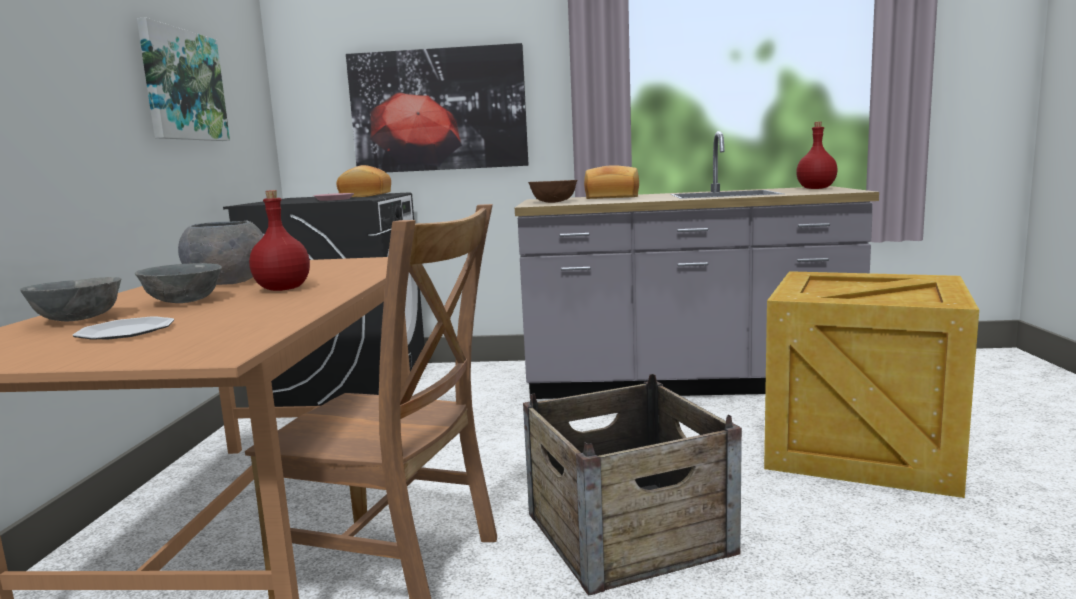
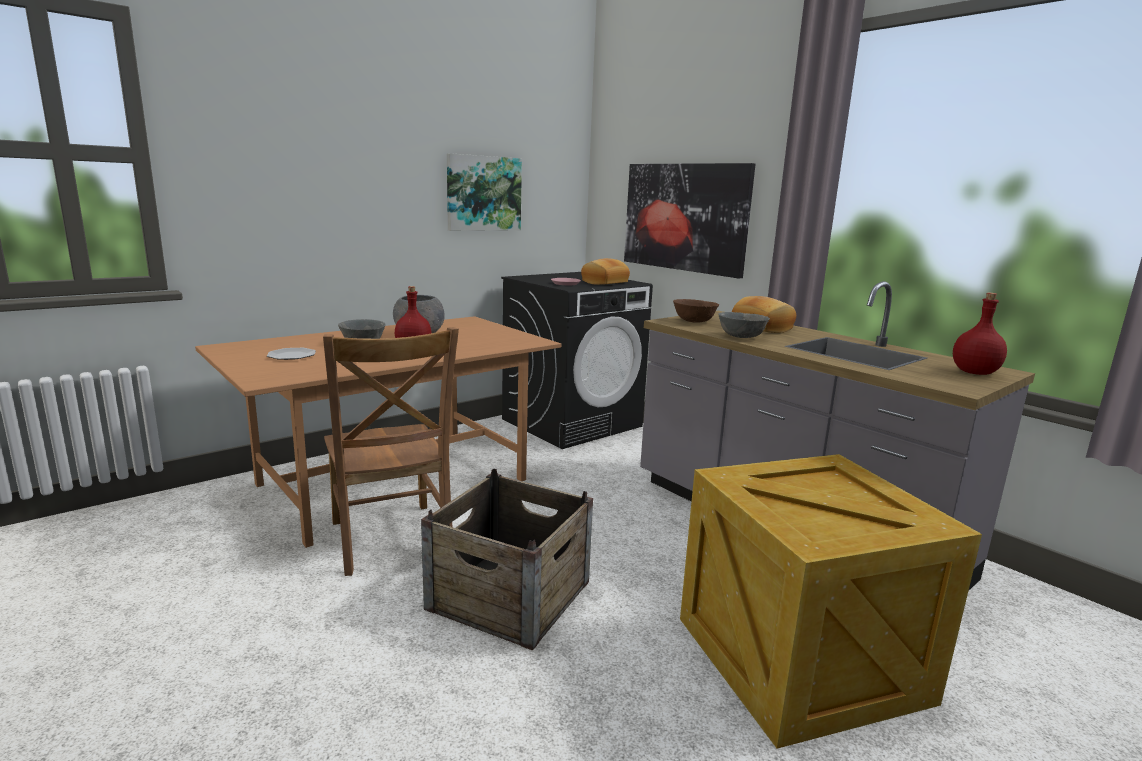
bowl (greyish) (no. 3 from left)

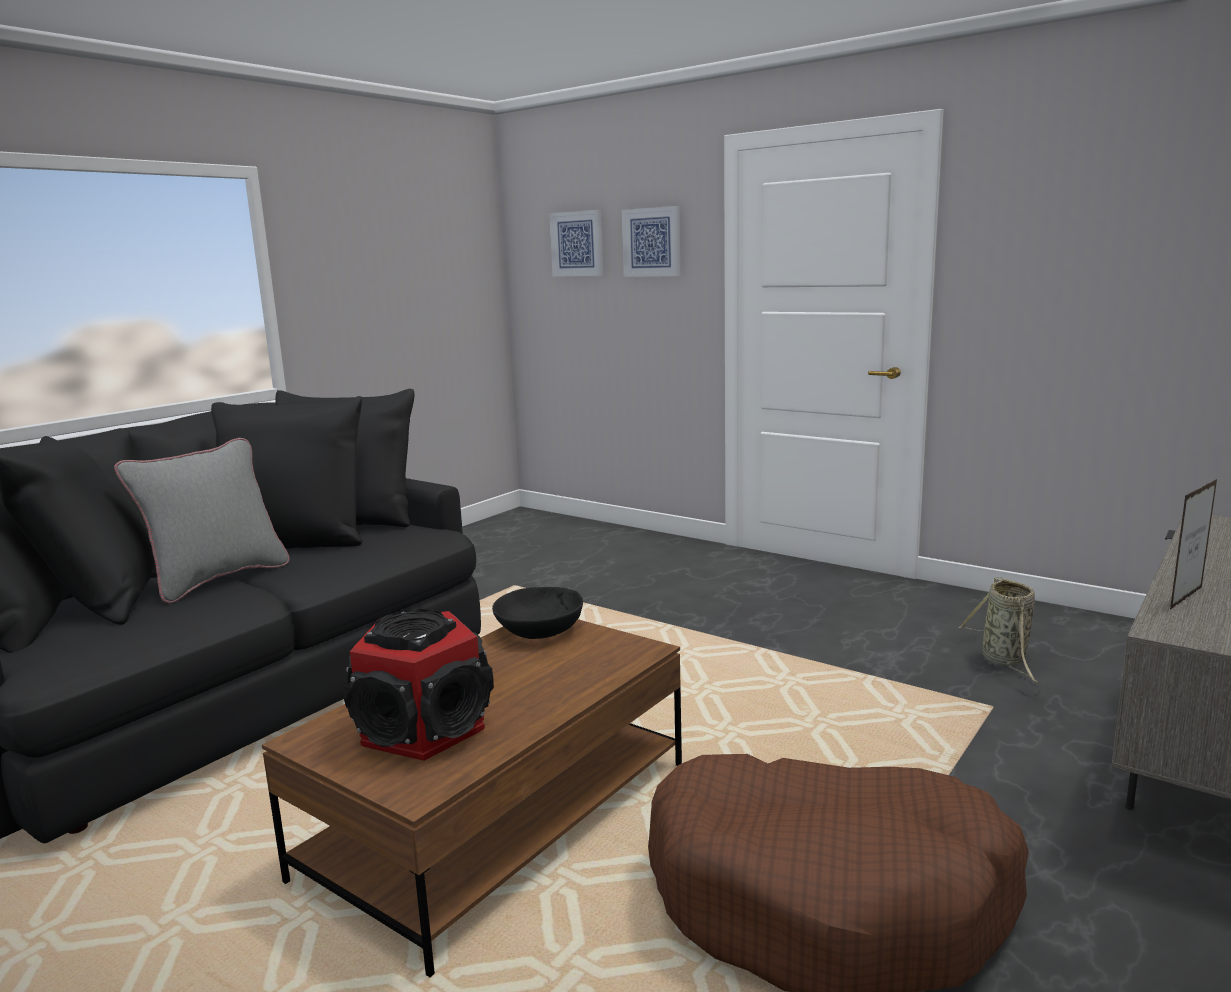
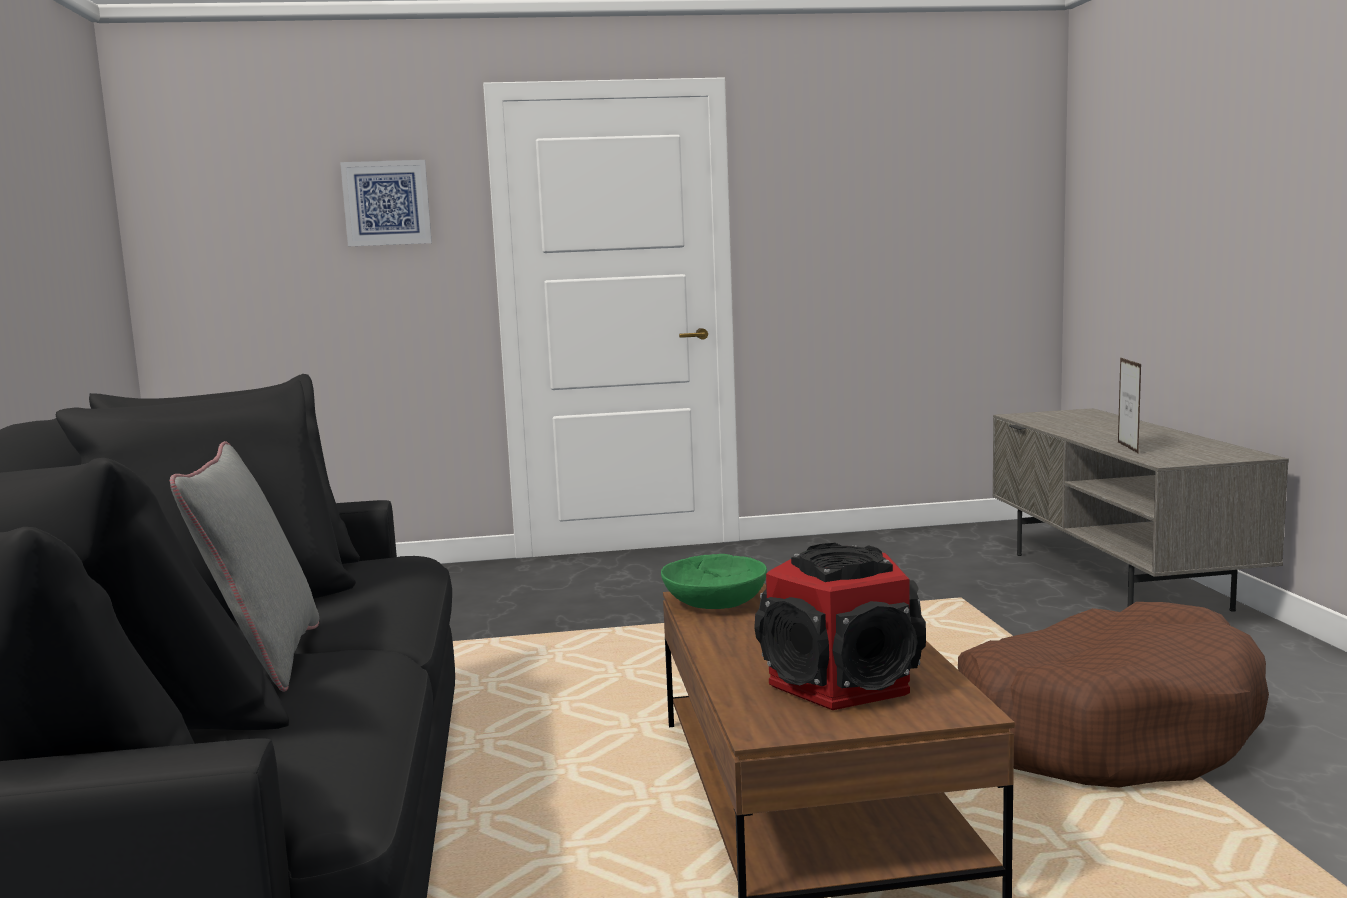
wall art (no. 1 from left in the first image); household basket; bowl (green-coloured)

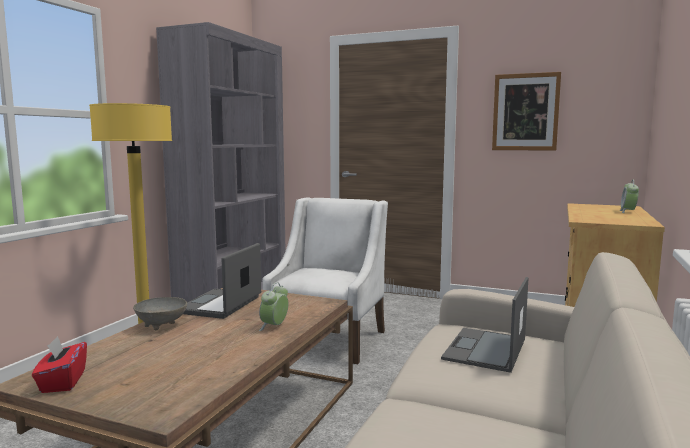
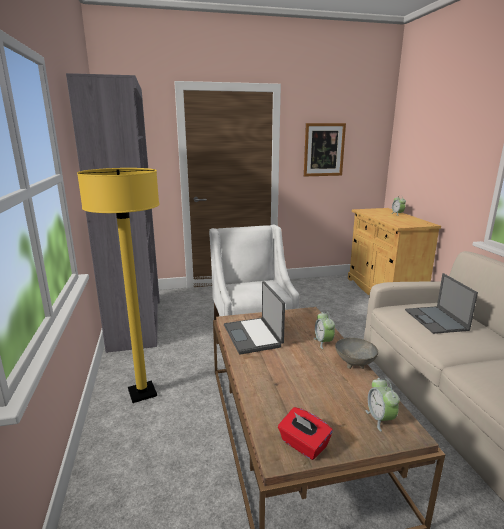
bedside clock (no. 2 from left); bowl (greyish)

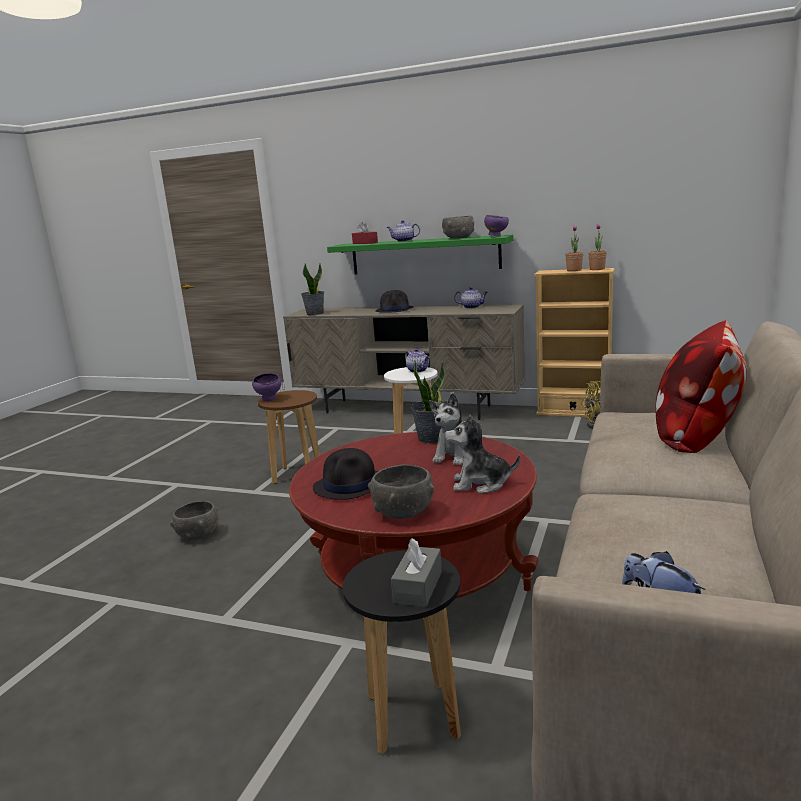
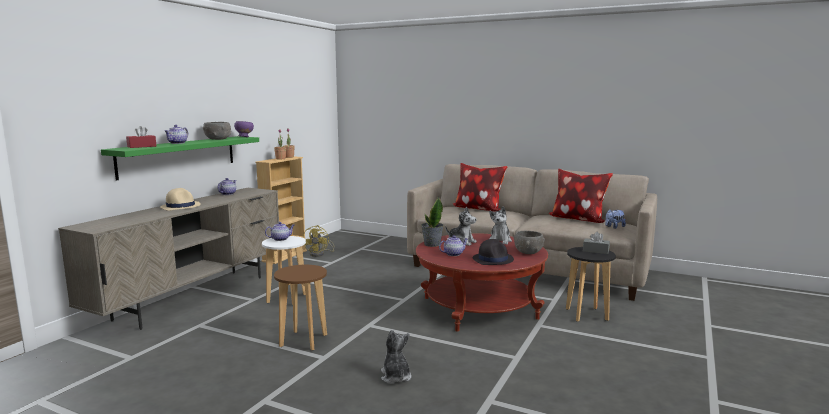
bowl (purplish) (no. 1 from left in the first image); potted plant (no. 1 from left in the first image); pot for tea (no. 4 from left); pillow (no. 2 from left); soft toy (no. 1 from left); clothing hat (sand-coloured)

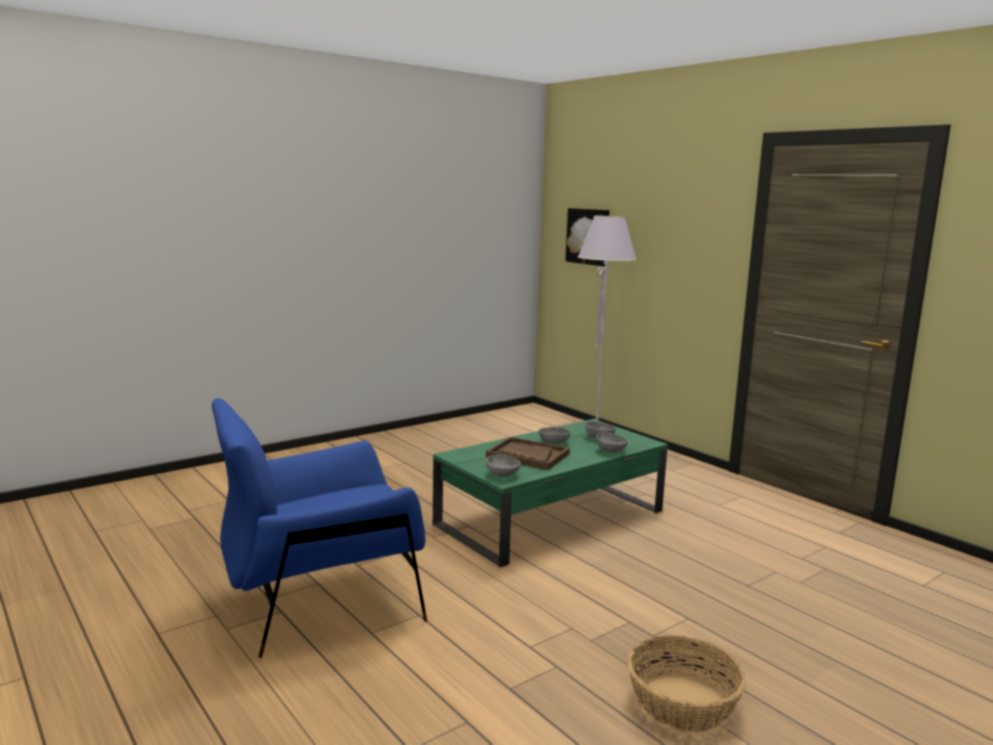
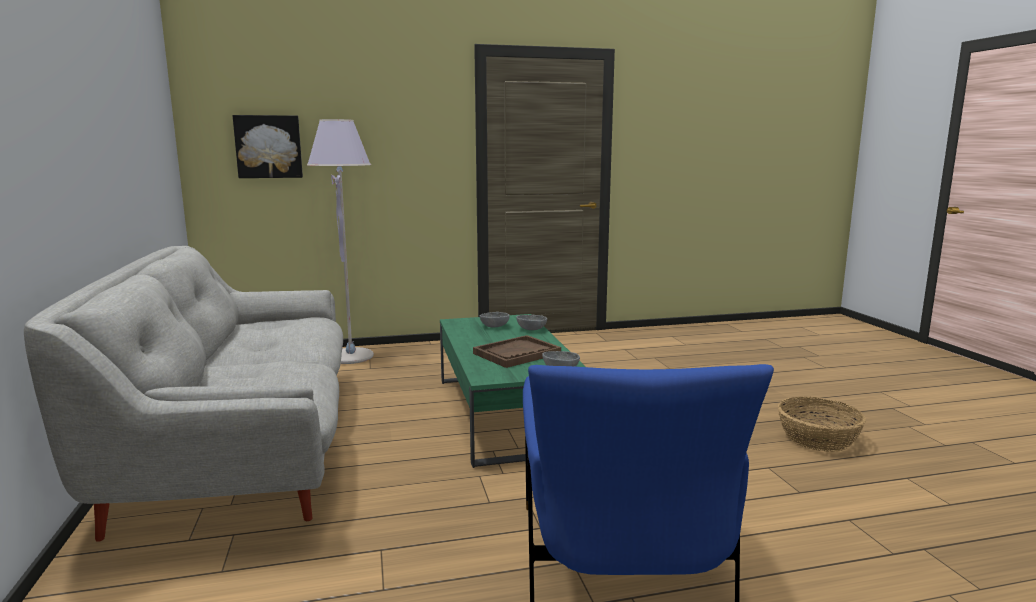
bowl (greyish) (no. 2 from left in the first image); couch (greyish)

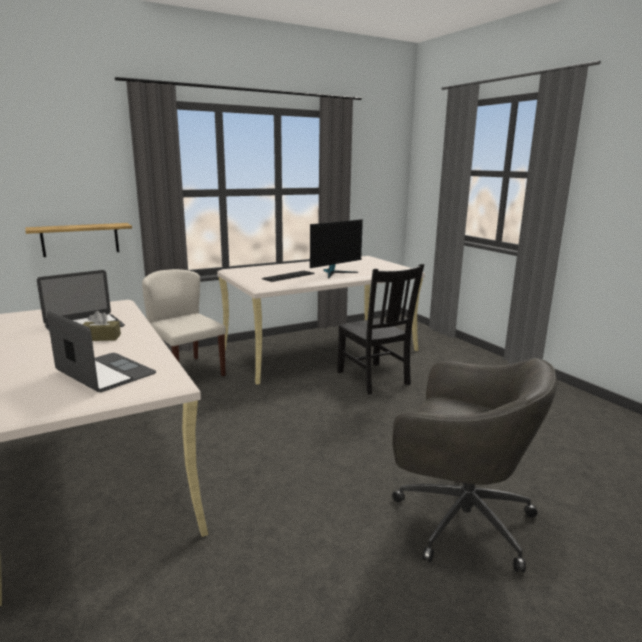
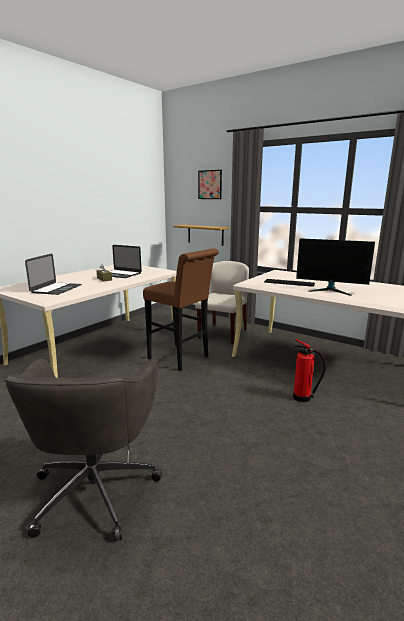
sitting stool (brown-coloured); wall art; extinguisher

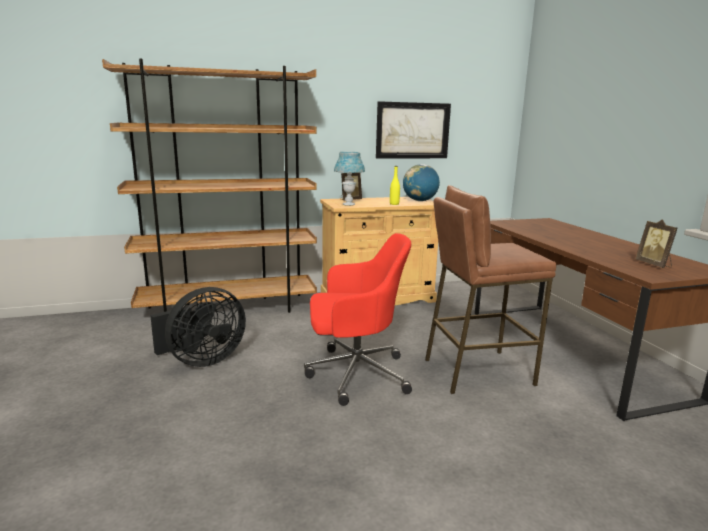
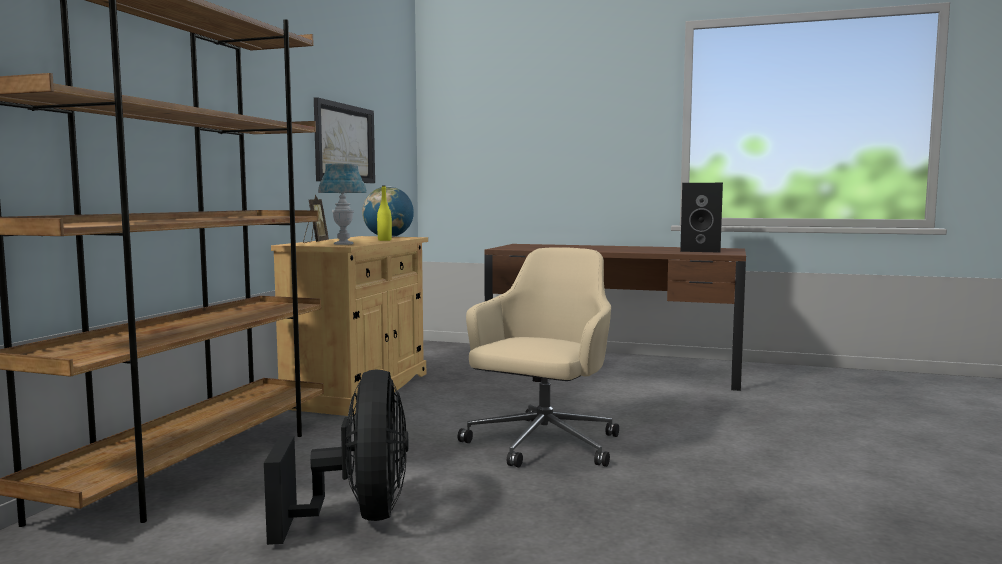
sitting stool (brown-coloured); audio speaker (black-coloured); computer chair (sand-coloured)

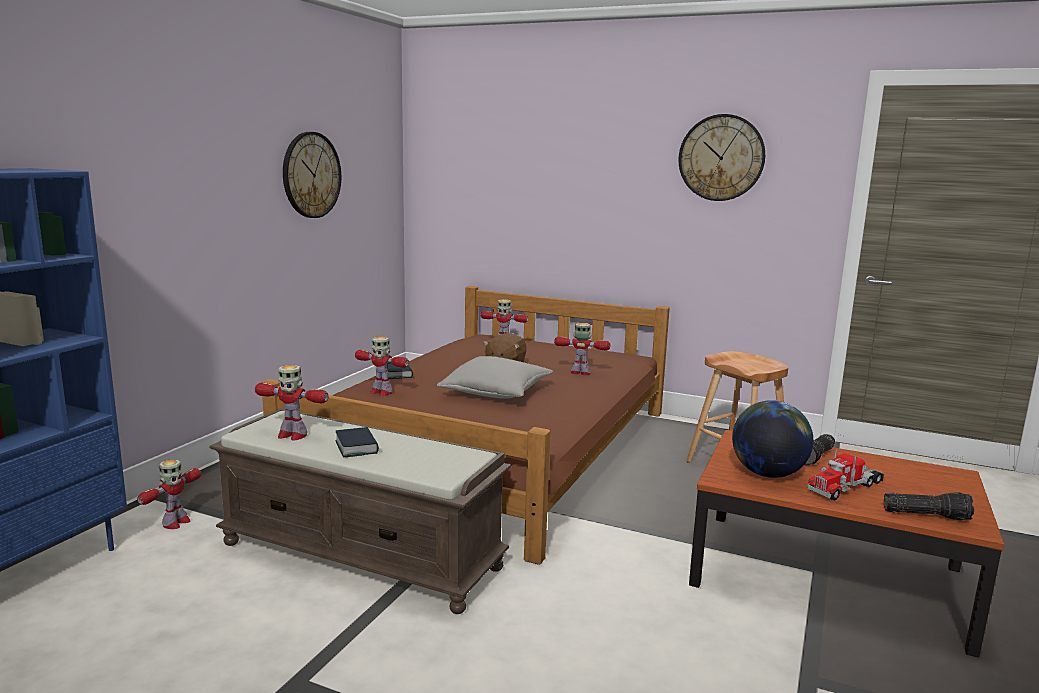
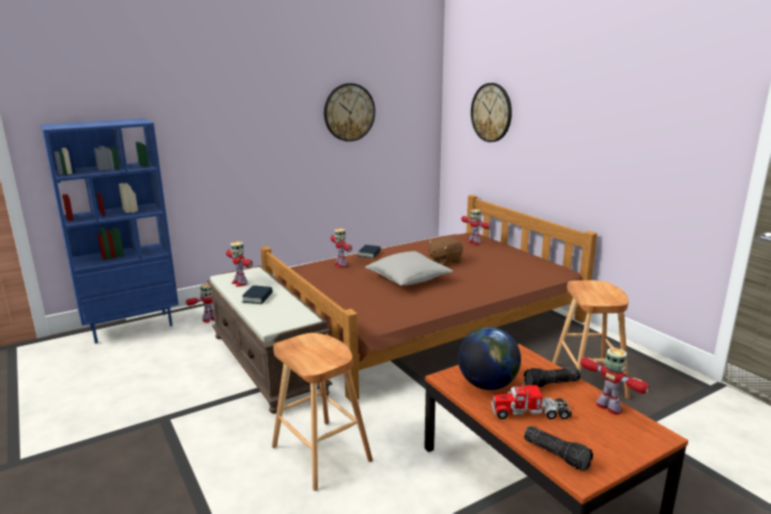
sitting stool (brown-coloured) (no. 1 from left); robot figure (no. 5 from left); hanging clock (no. 2 from left)

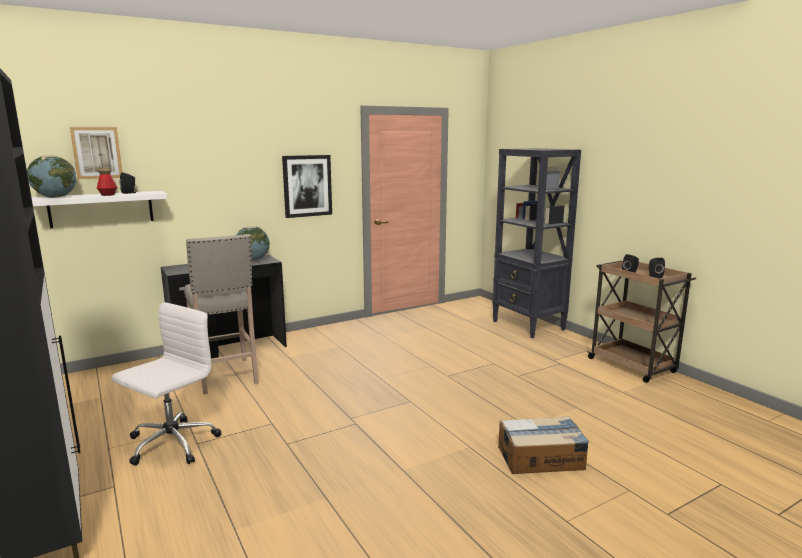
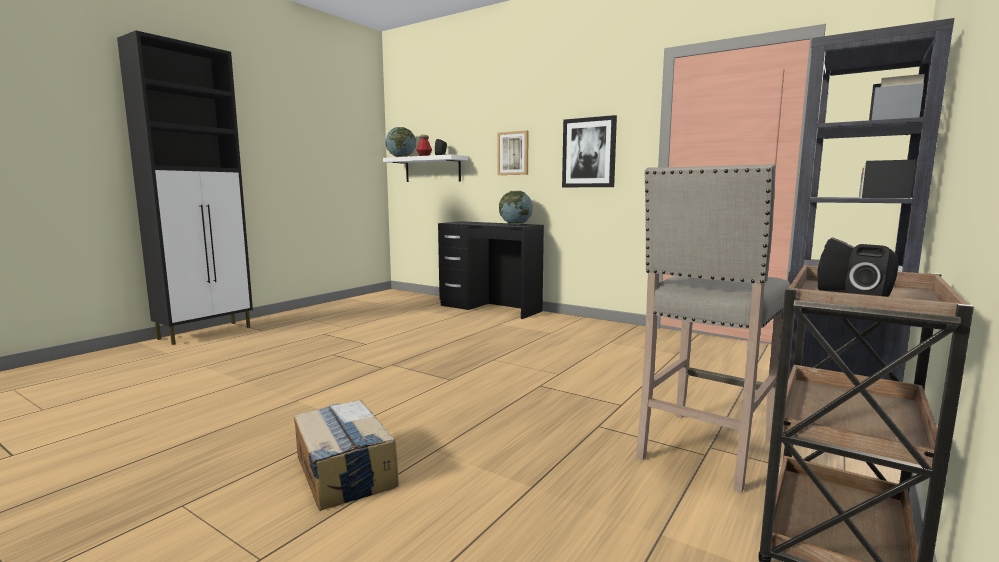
computer chair (whitish); wall art (no. 1 from left); sitting stool (sand-coloured)

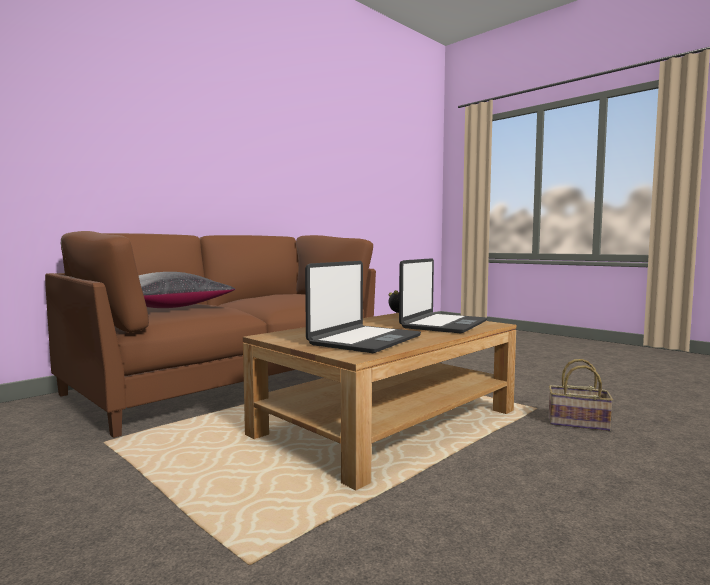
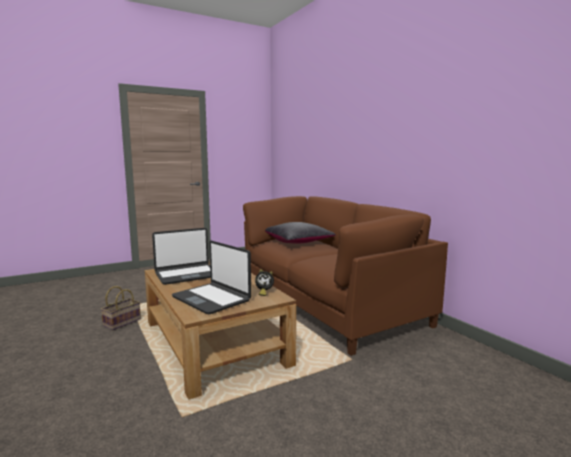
household basket; portable computer (no. 1 from left)

